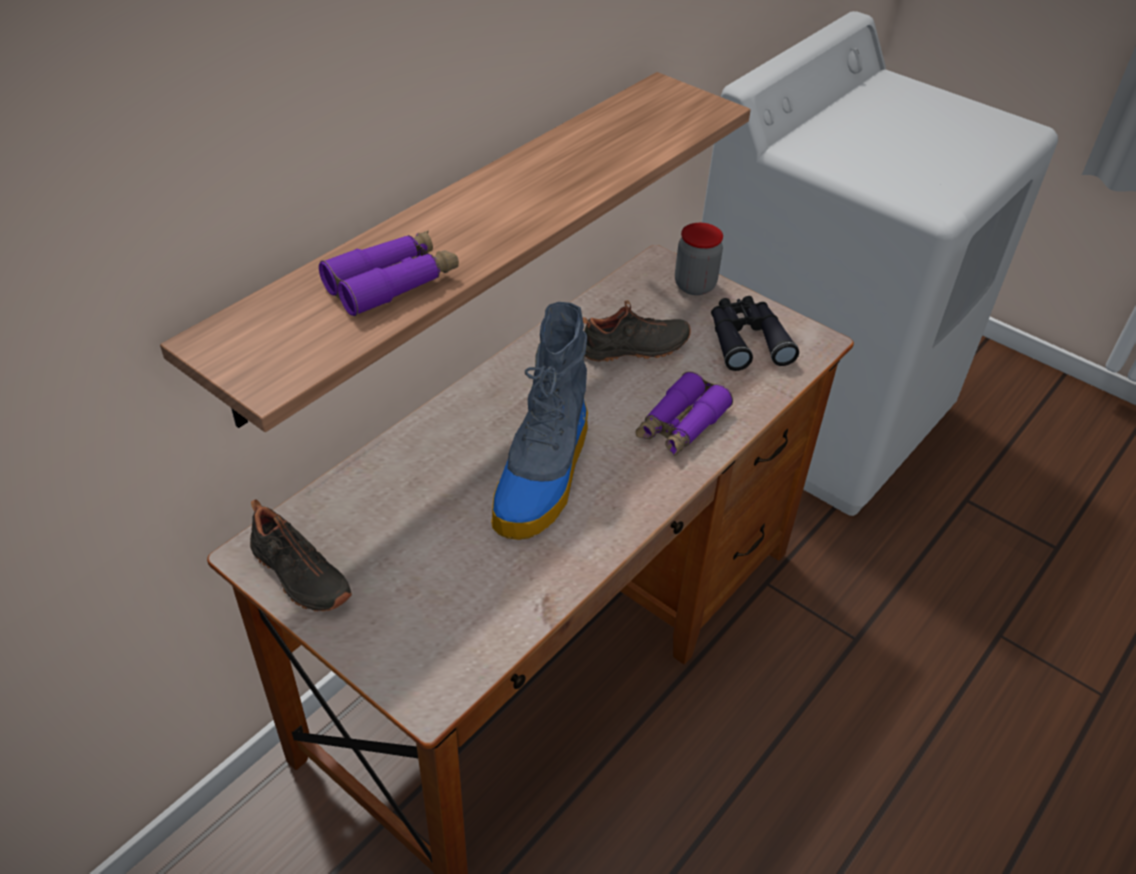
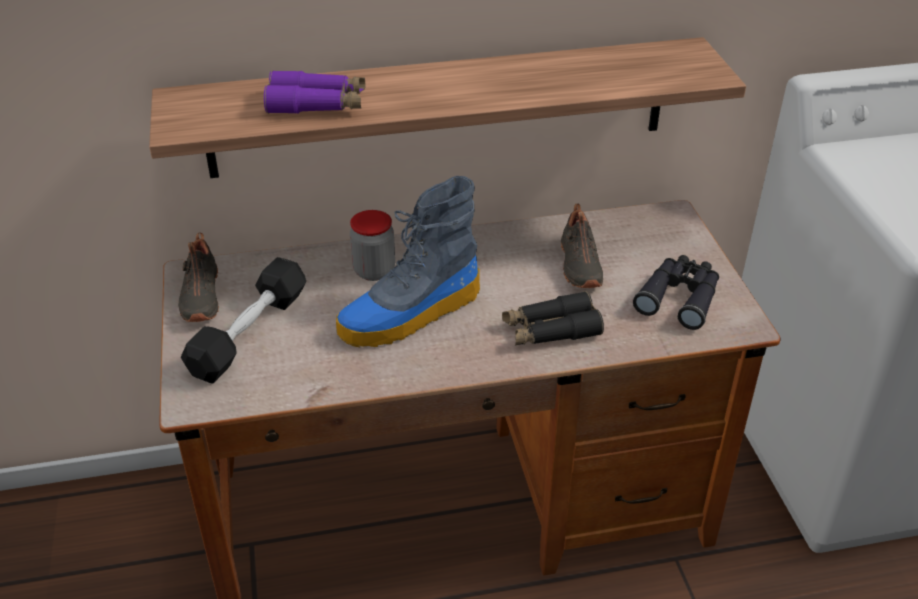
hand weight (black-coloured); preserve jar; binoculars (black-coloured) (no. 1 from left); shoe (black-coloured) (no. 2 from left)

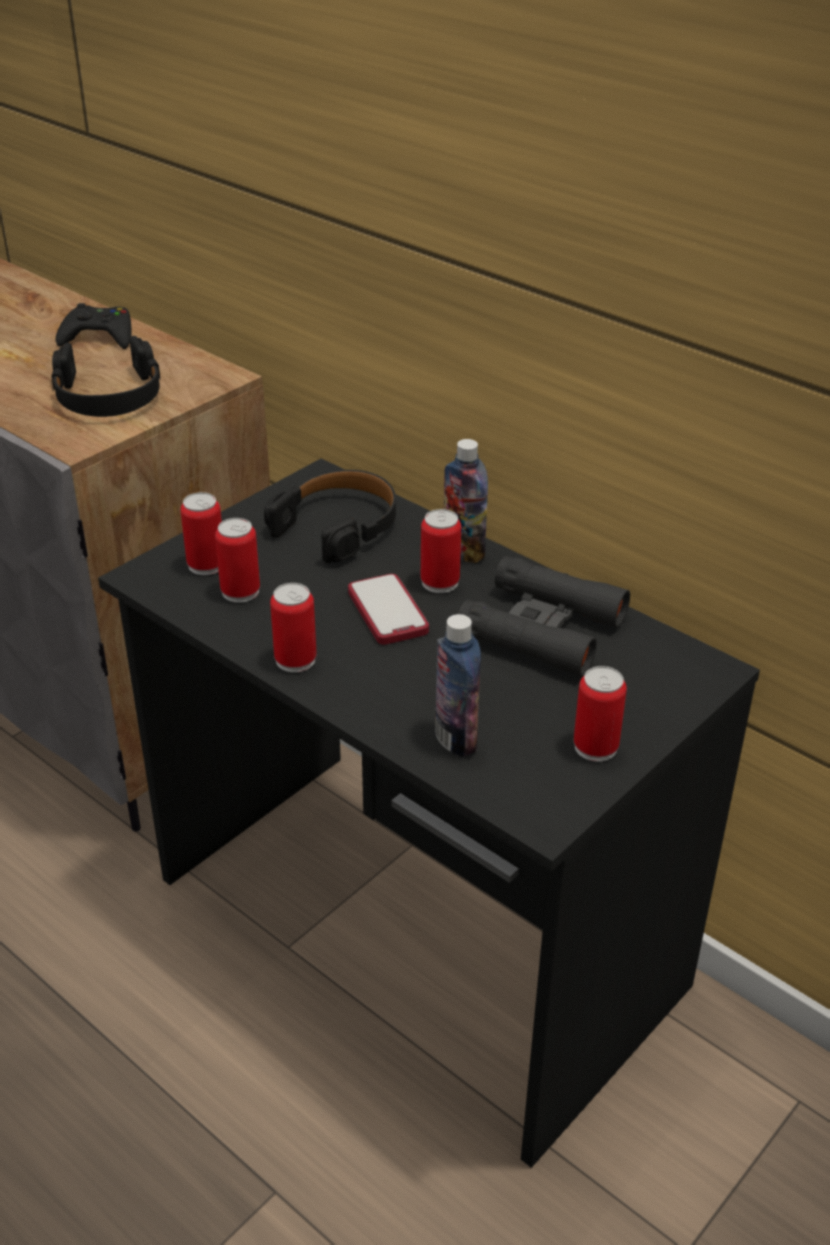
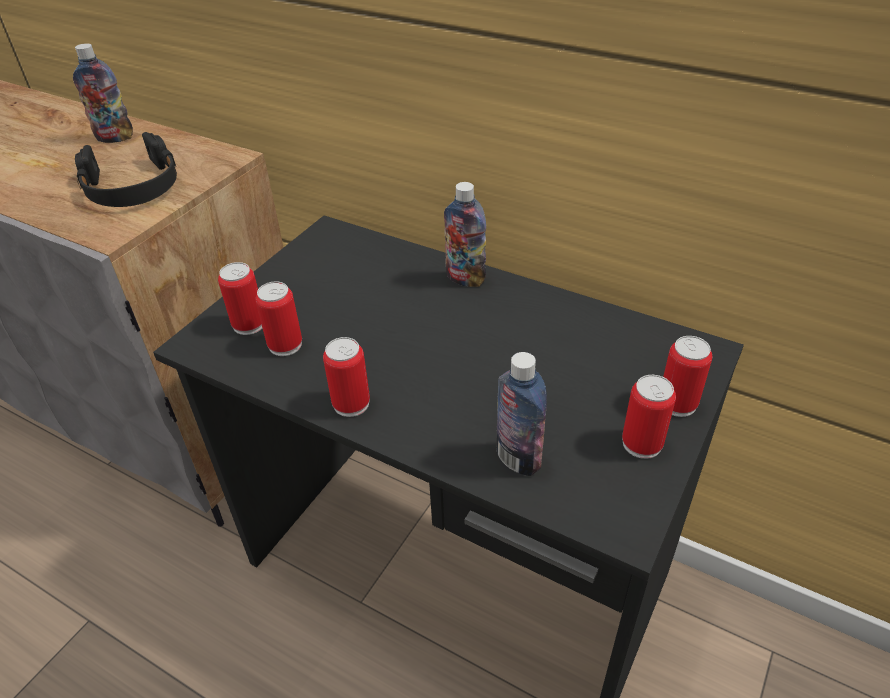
pair of headphones (black-coloured) (no. 2 from left in the first image); telephone; binoculars (black-coloured); can (no. 5 from left); drink bottle (no. 1 from left)

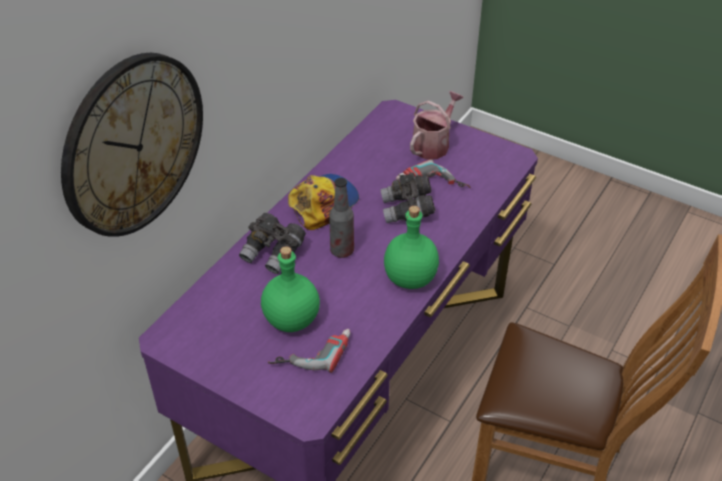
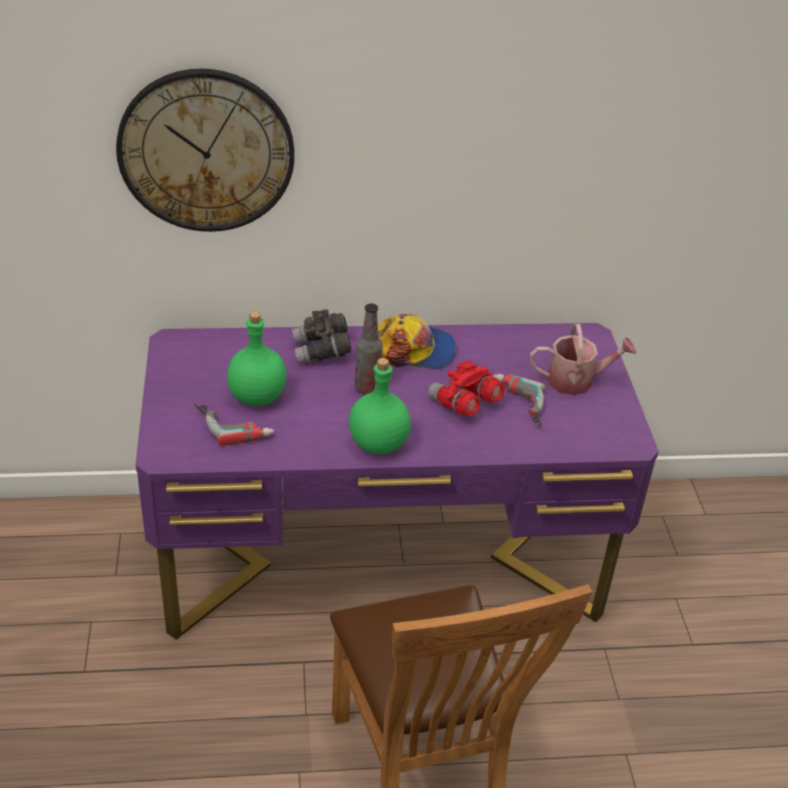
binoculars (red-coloured)

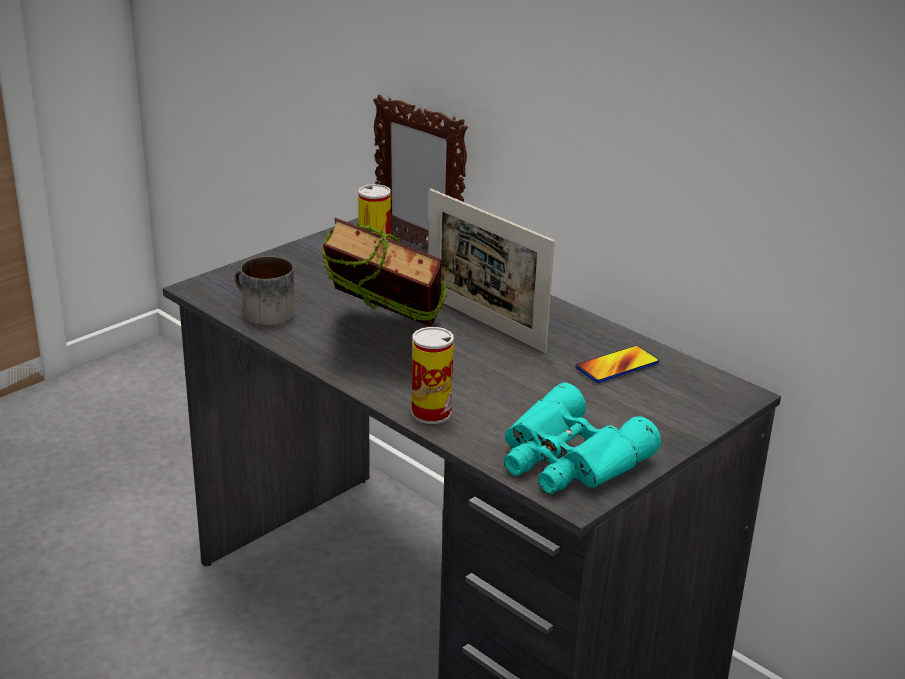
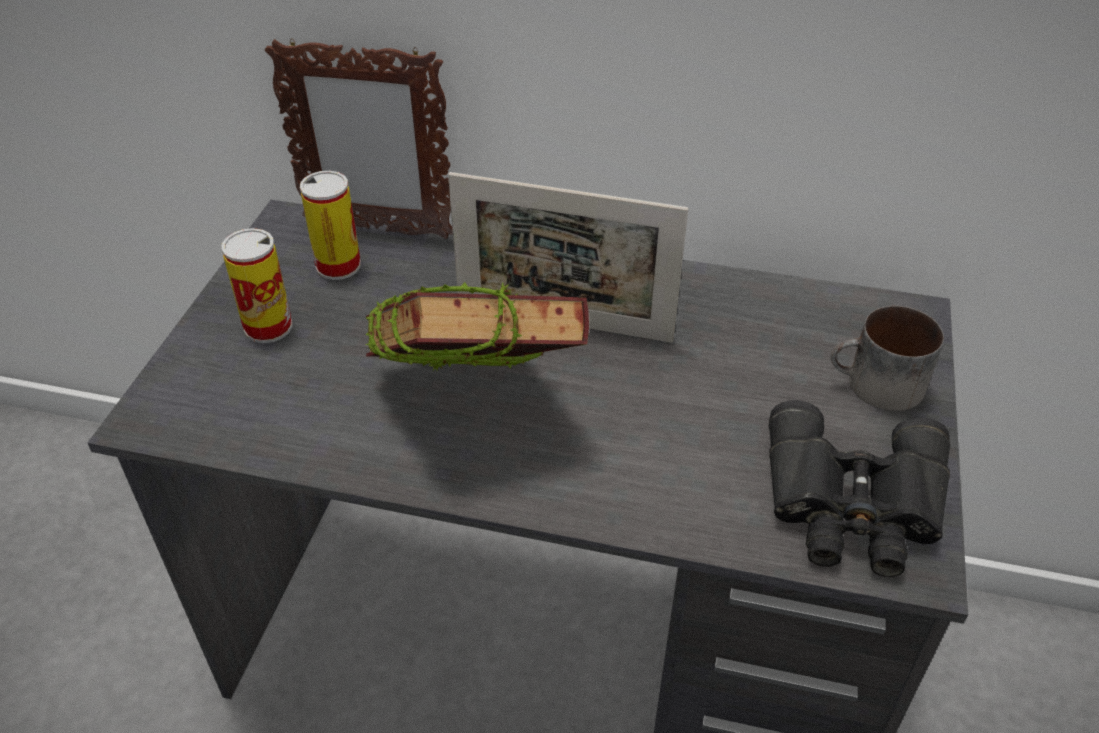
telephone; tea mug; can (no. 1 from left); binoculars (black-coloured)

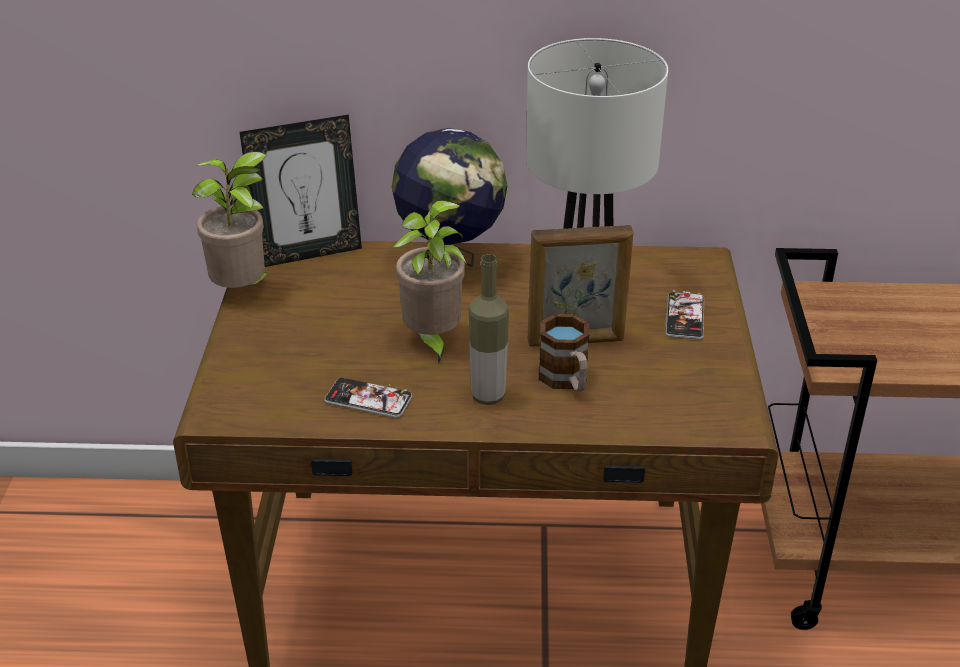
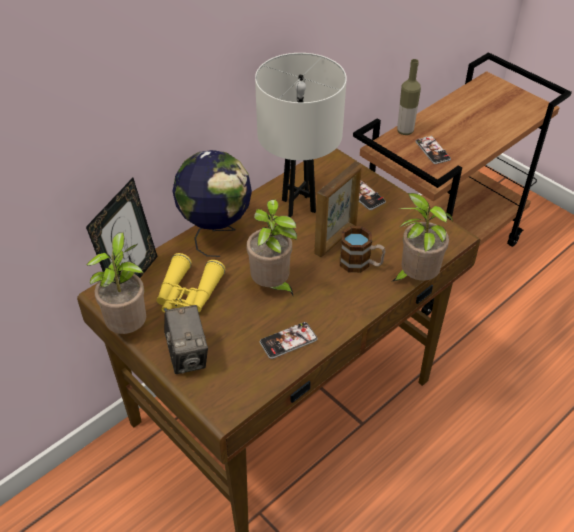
binoculars (yellow-coloured); still camera; potted plant (no. 3 from left); telephone (no. 3 from left); drink bottle

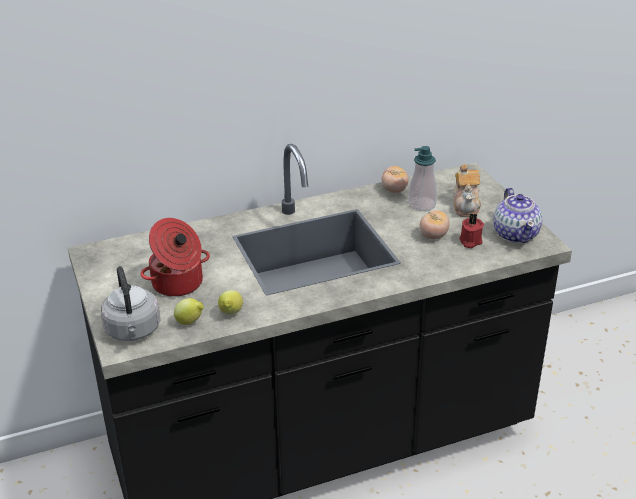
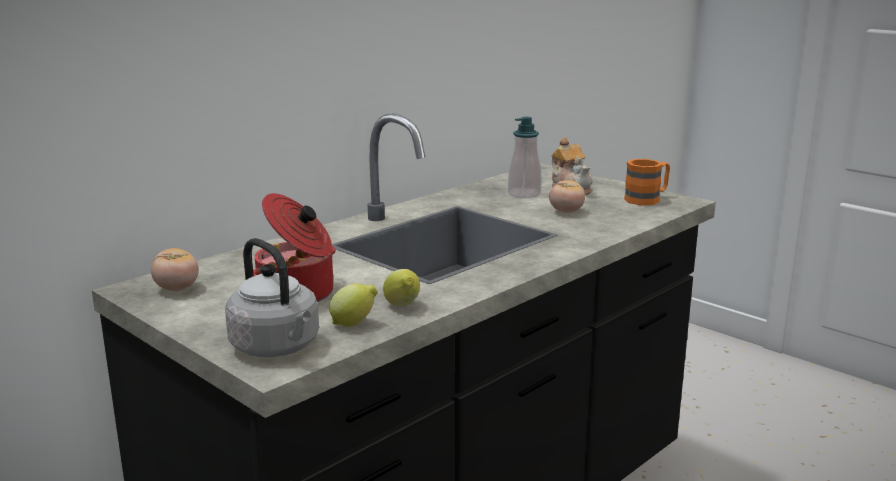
wax candle (red-coloured); tomato (no. 1 from left); tea mug (orange)

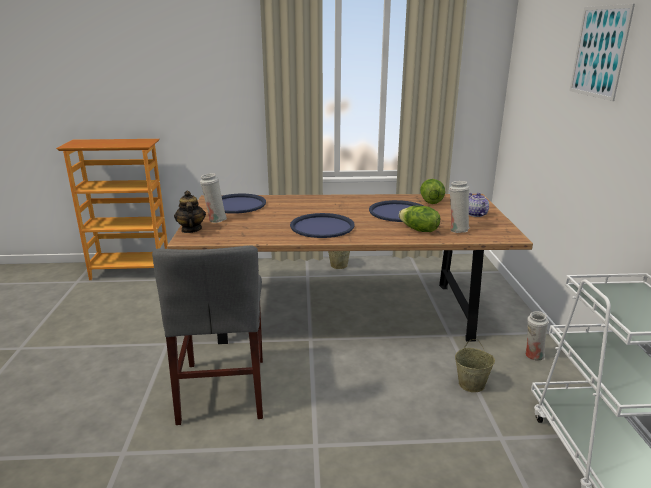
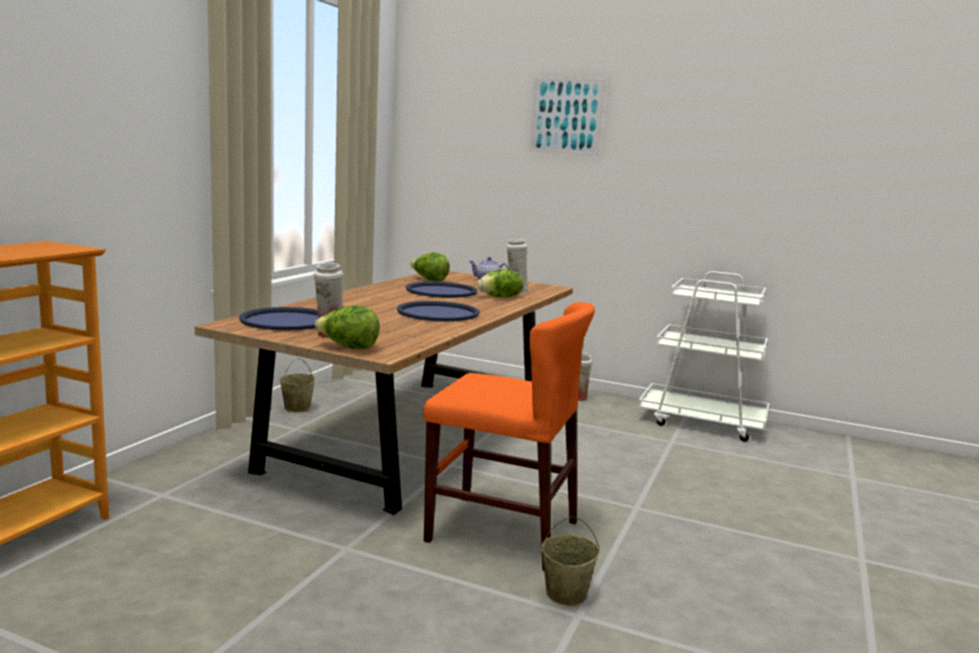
pail (sand-coloured) (no. 2 from left); lettuce (no. 1 from left); plain chair (orange)

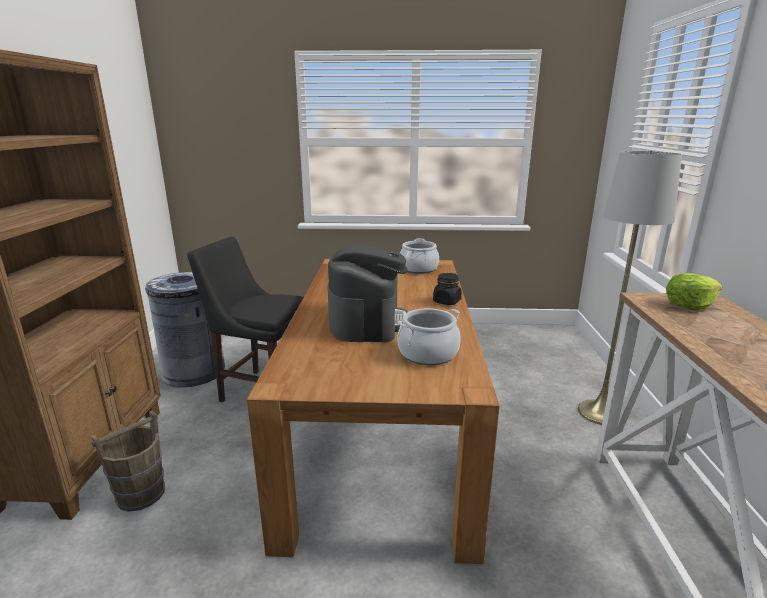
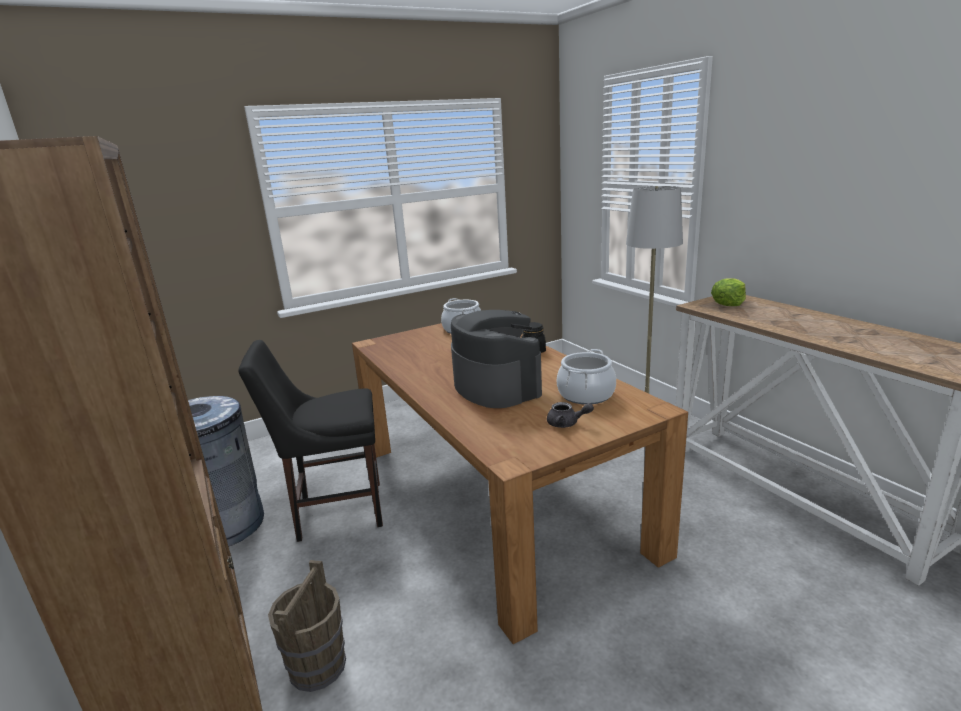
pot for tea (greyish)

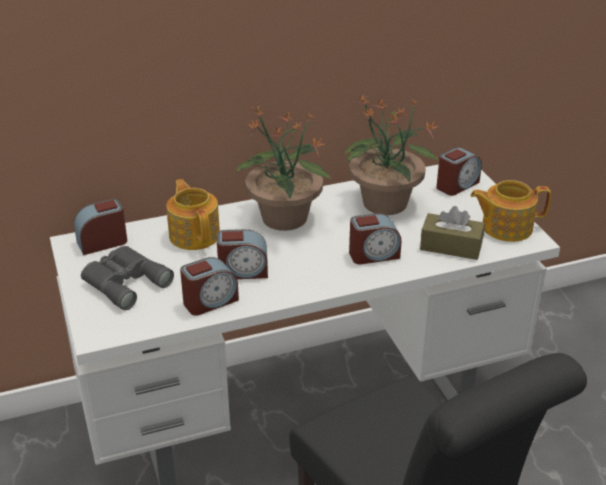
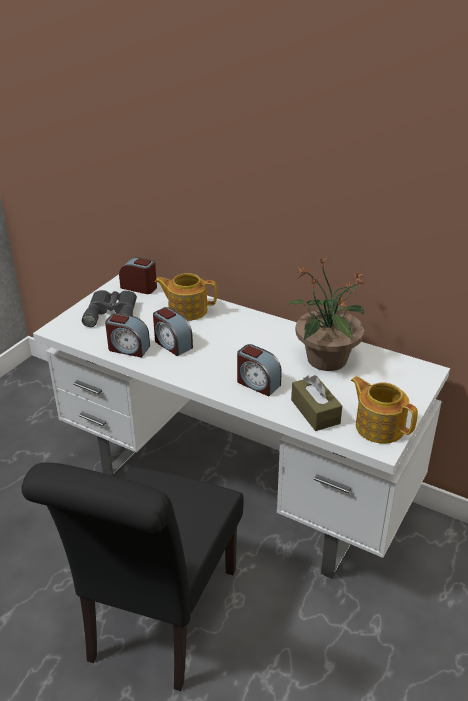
potted plant (no. 1 from left in the first image); bedside clock (no. 5 from left in the first image); pot for tea (no. 1 from left)

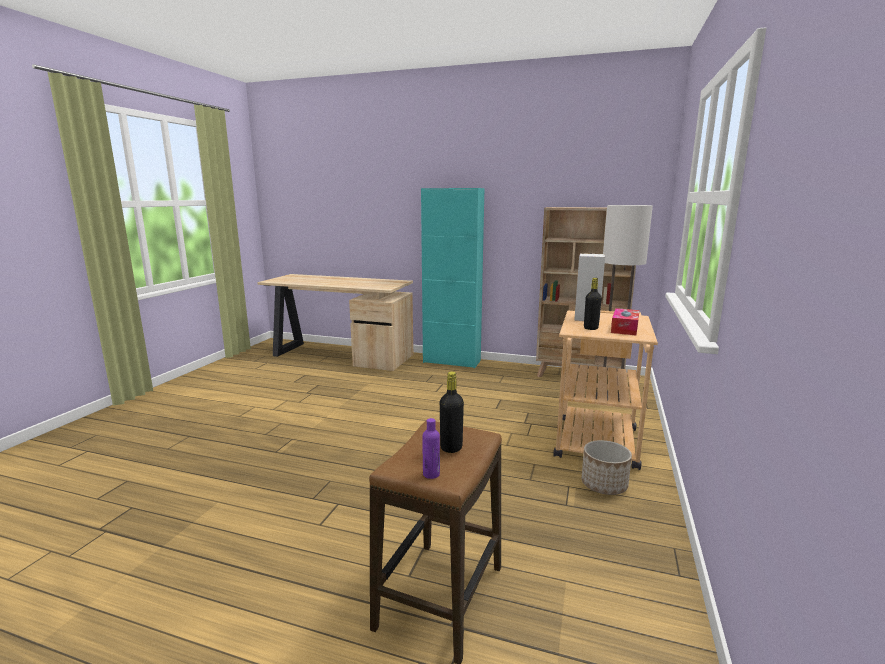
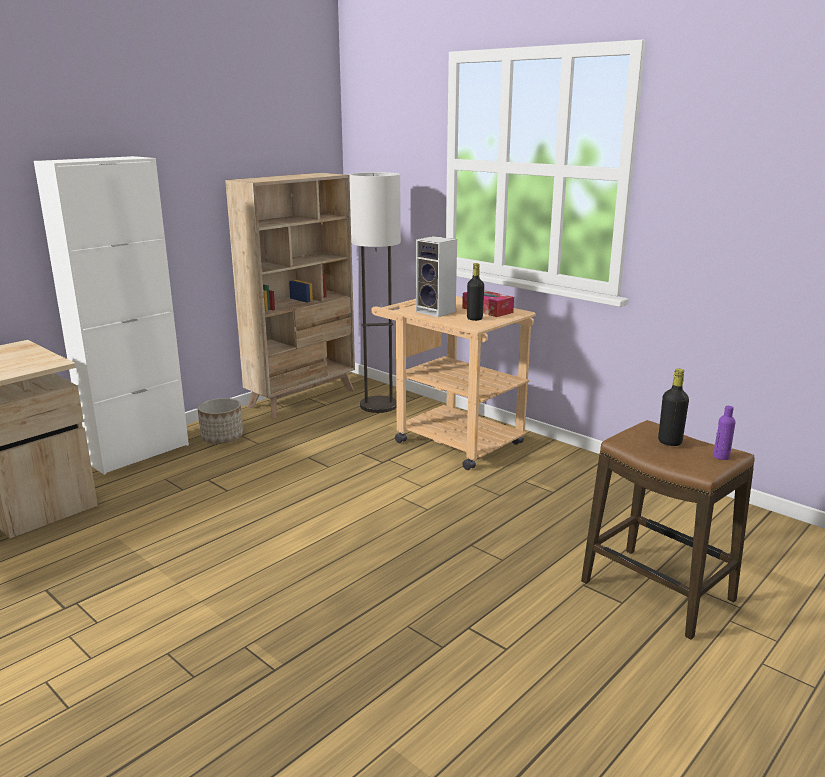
plant pot; cabinet (whitish)

